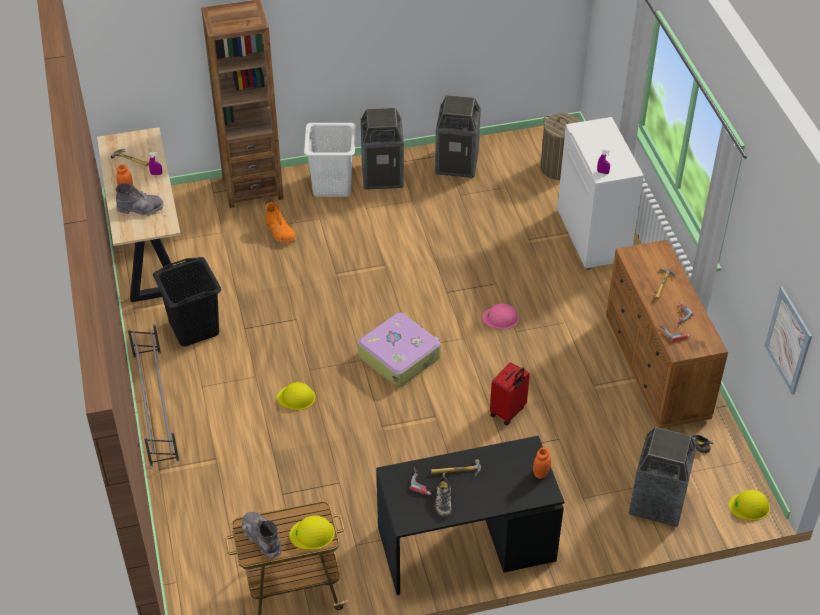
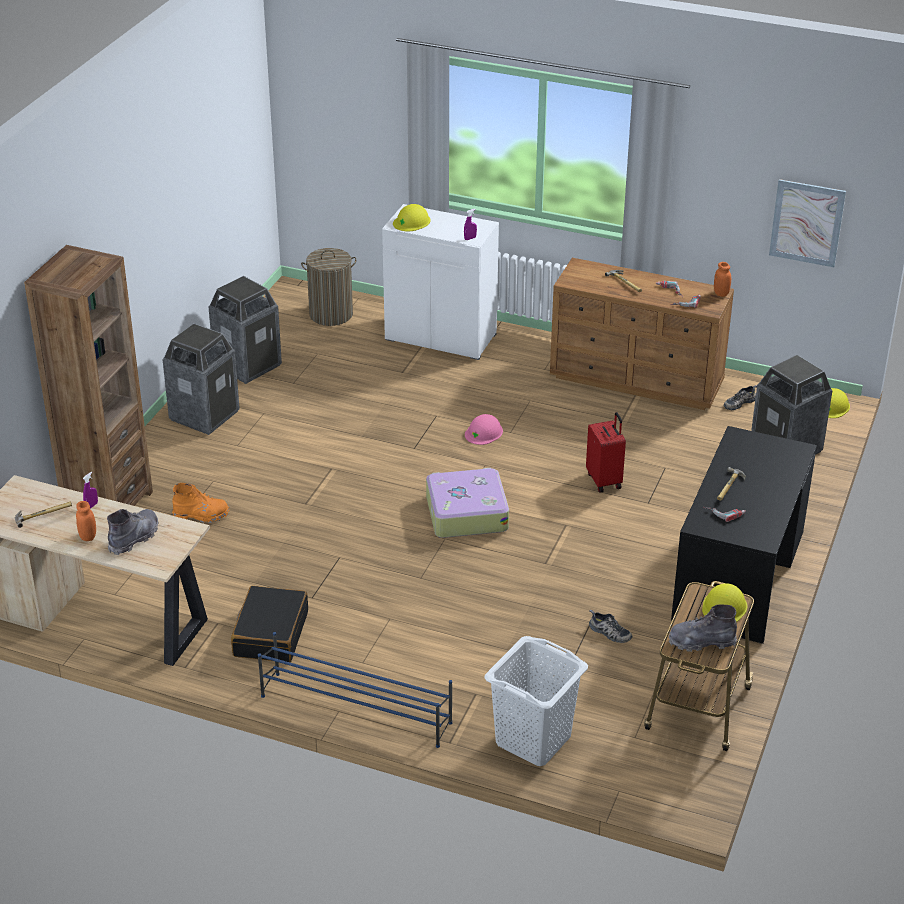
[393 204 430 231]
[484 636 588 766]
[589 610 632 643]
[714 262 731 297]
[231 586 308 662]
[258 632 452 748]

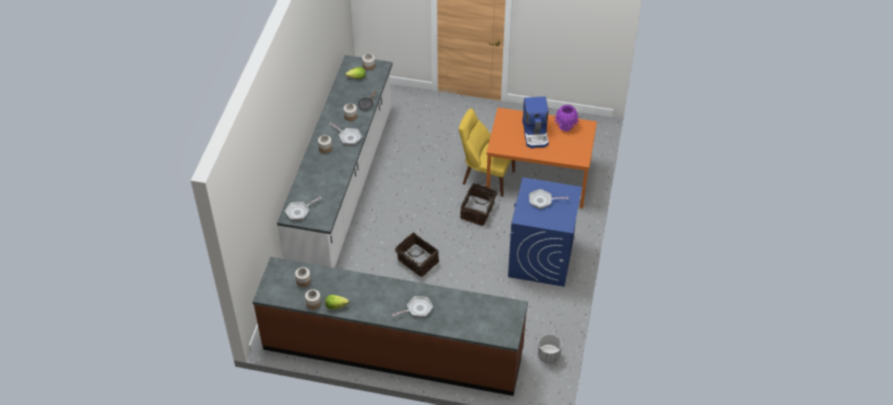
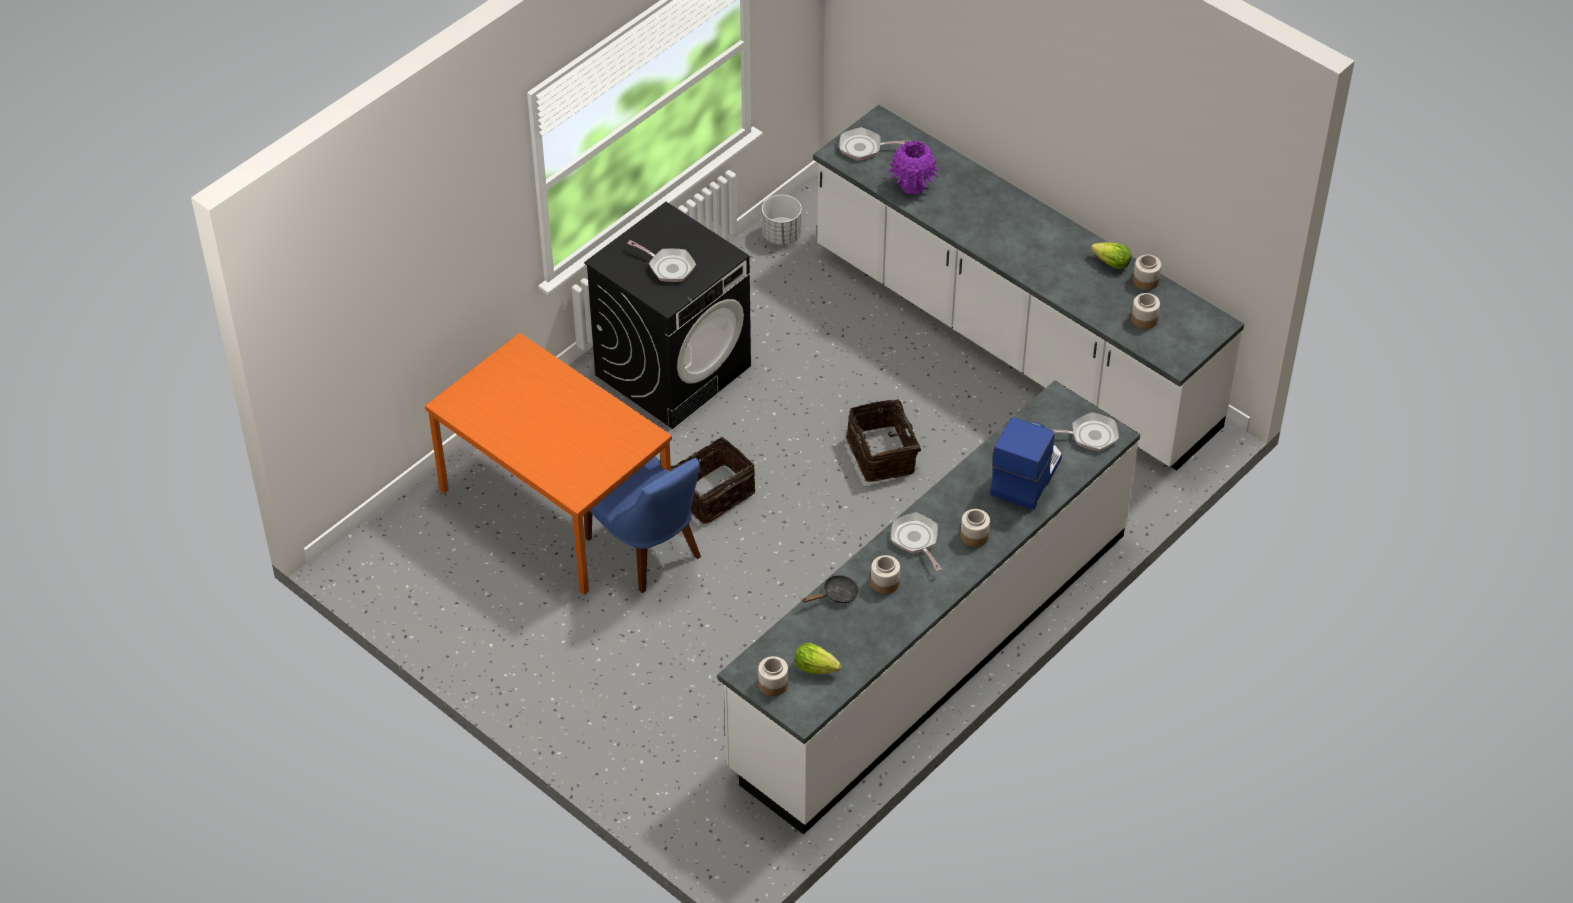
[839 127 911 161]
[990 417 1062 510]
[888 141 939 194]
[813 105 1244 471]
[584 456 701 593]
[584 202 751 429]

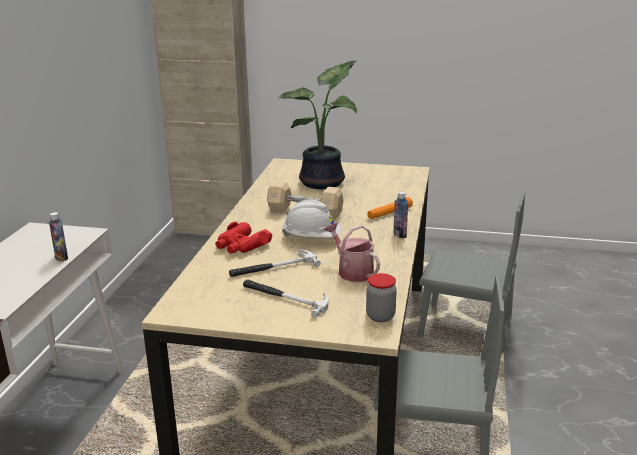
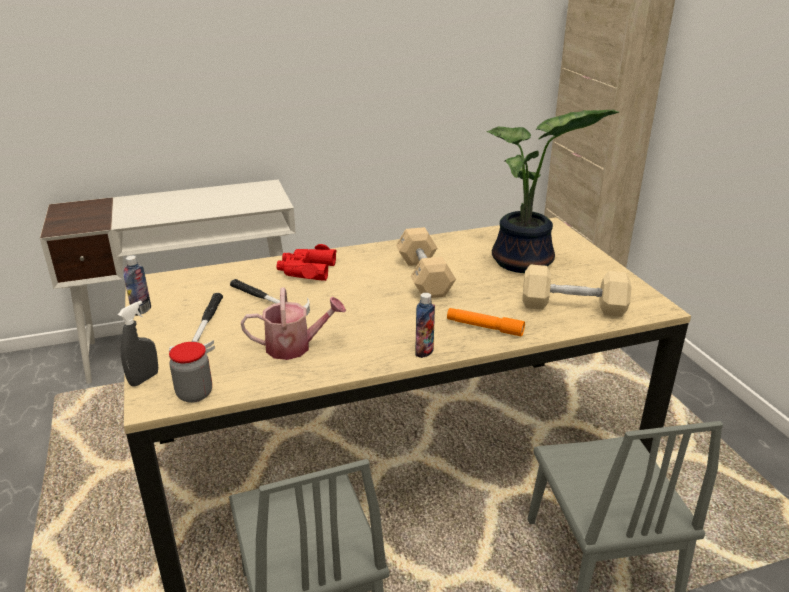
[282 200 342 238] (first image)
[118 301 158 387]
[522 264 632 317]
[123 256 151 316]
[241 287 346 360]

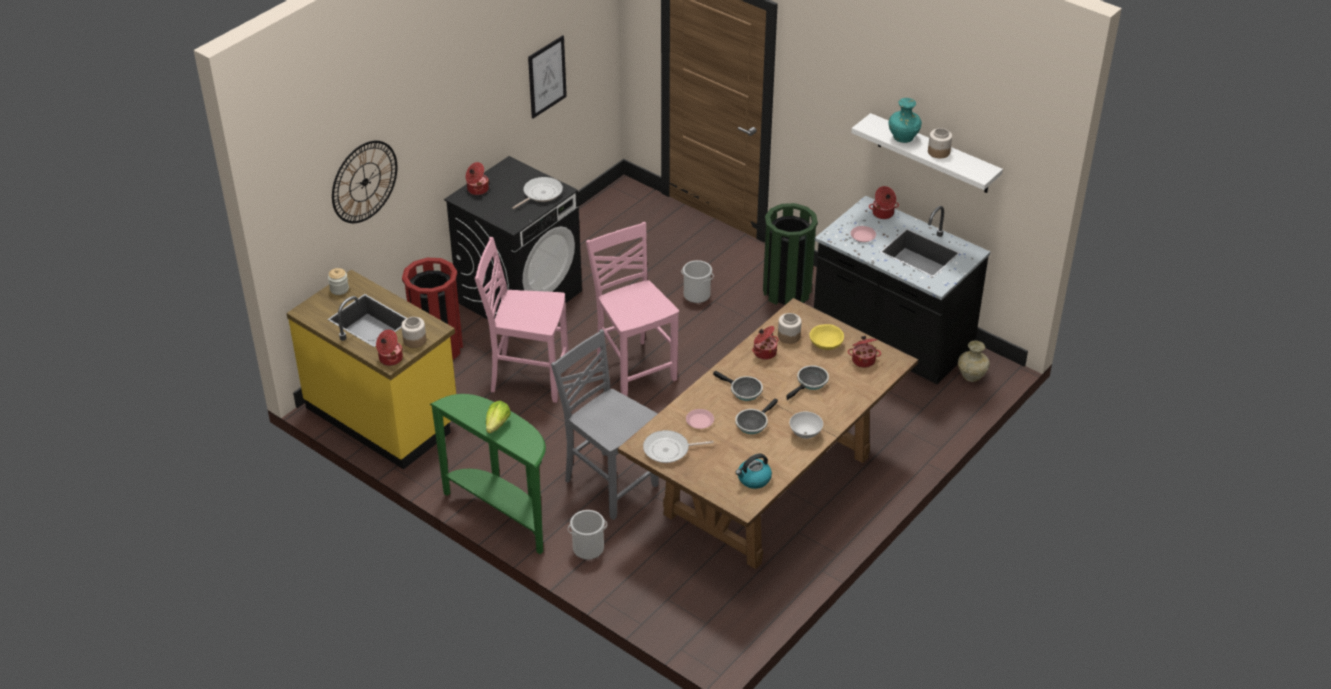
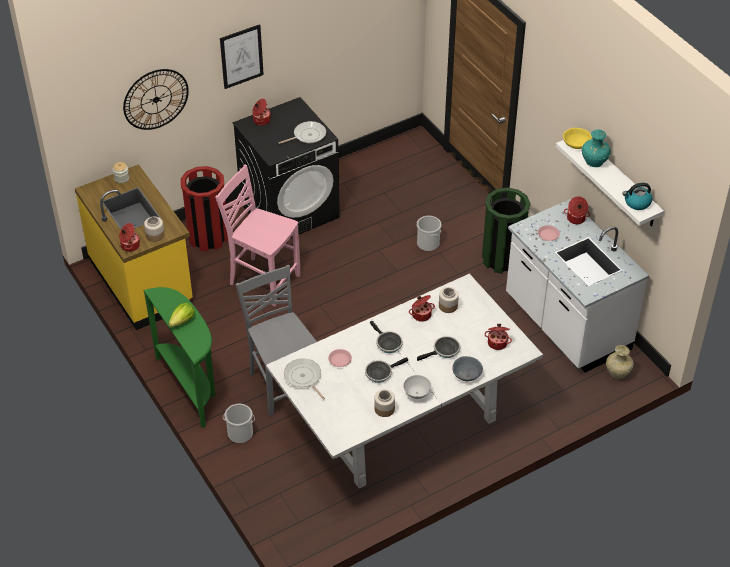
[586 222 679 396] (first image)
[452 356 483 381]
[220 24 264 89]
[623 183 652 210]
[563 128 592 149]
[374 389 395 417]
[266 273 543 488]
[506 199 649 373]
[284 358 325 400]

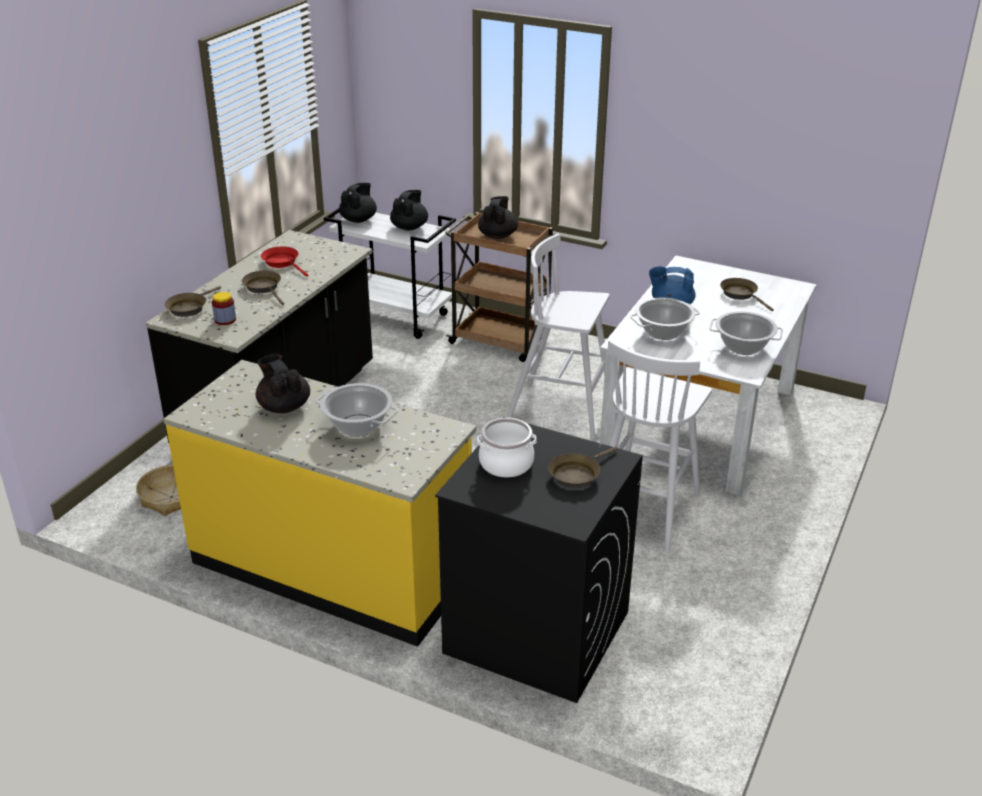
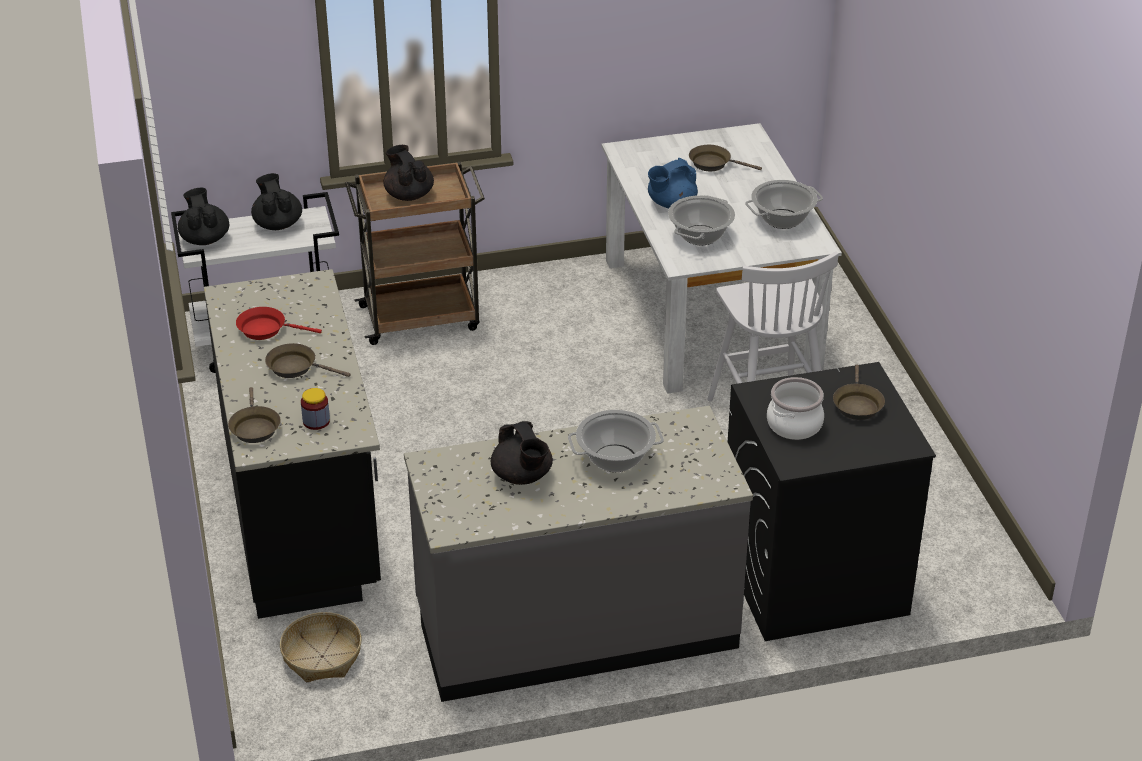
[507 234 610 440] (first image)
[404 406 753 702]
[491 421 553 485]

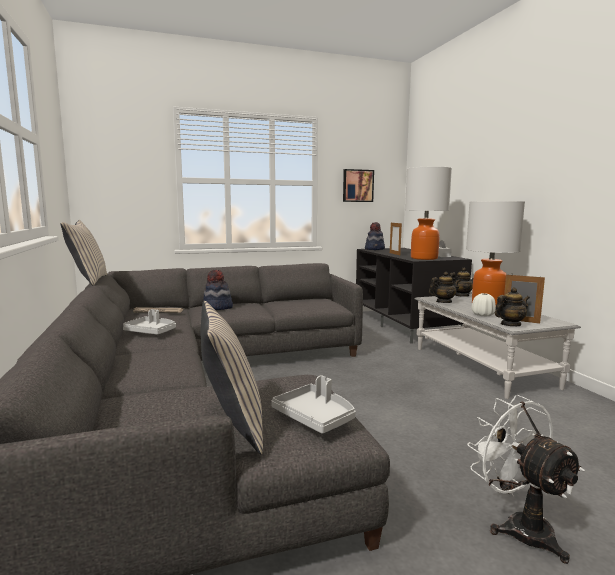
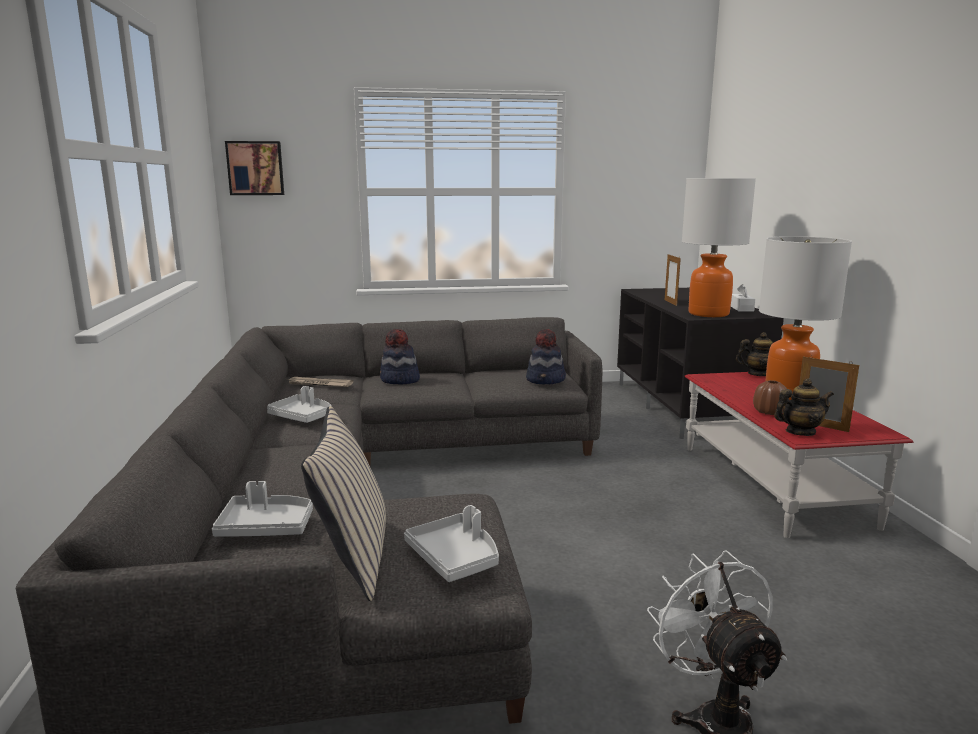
[61 220 107 285] (first image)
[429 272 461 303] (first image)
[212 481 313 537]
[225 141 284 195]
[526 329 566 384]
[684 372 913 538]
[753 380 789 415]

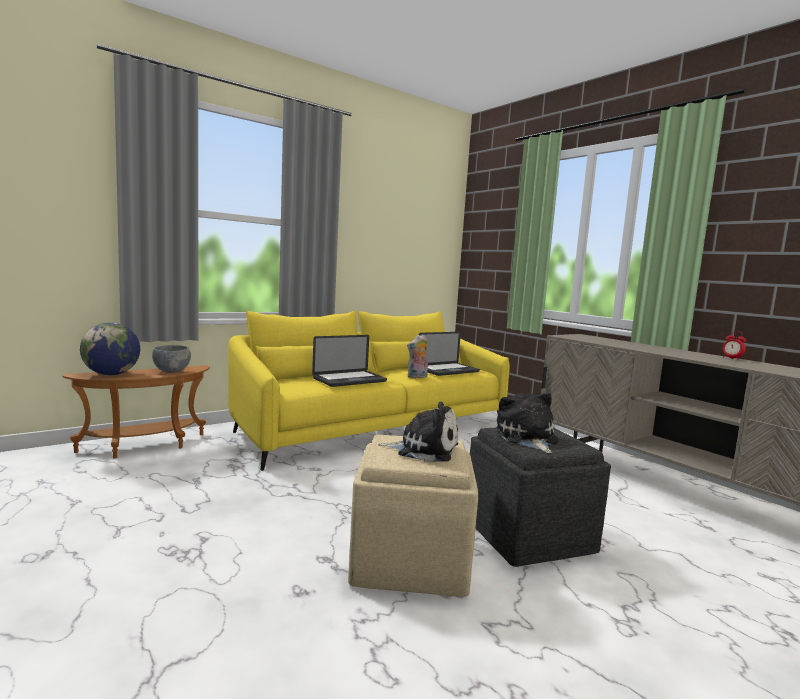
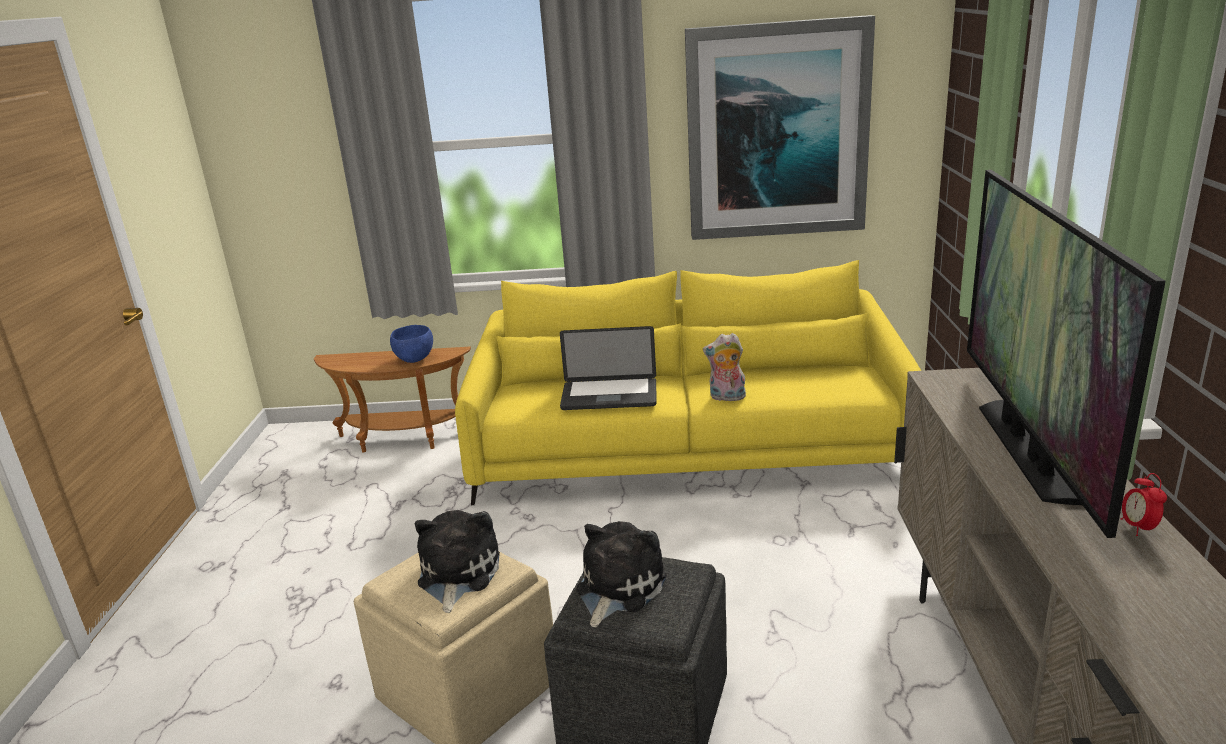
[80 323 140 375] (first image)
[419 332 480 376] (first image)
[685 15 875 240]
[967 170 1165 538]
[390 325 433 363]
[414 510 500 613]

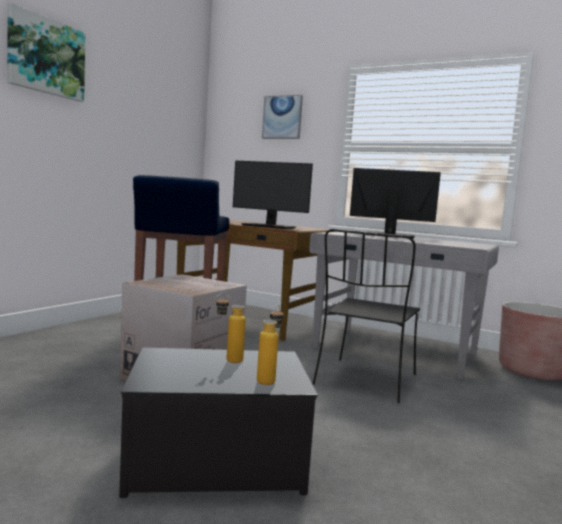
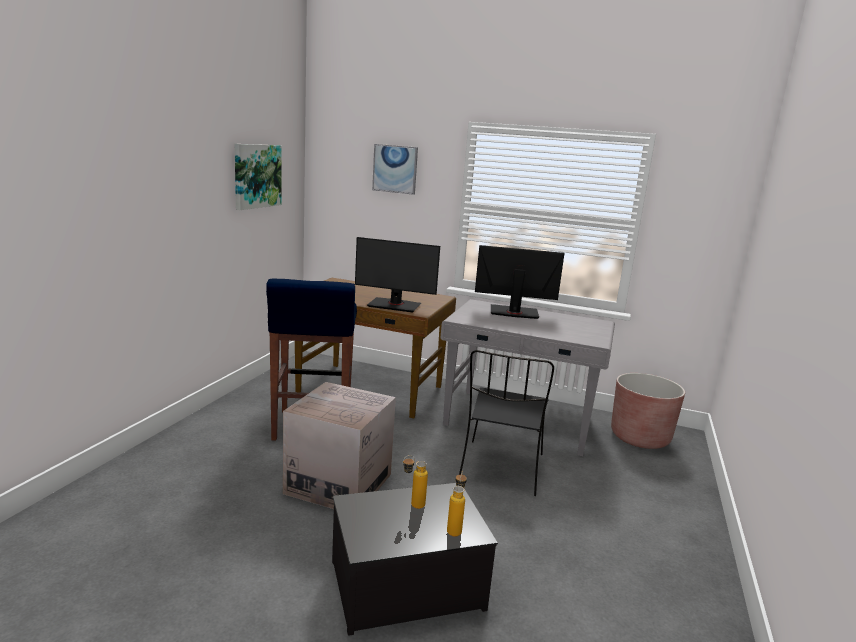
[235 144 282 210]

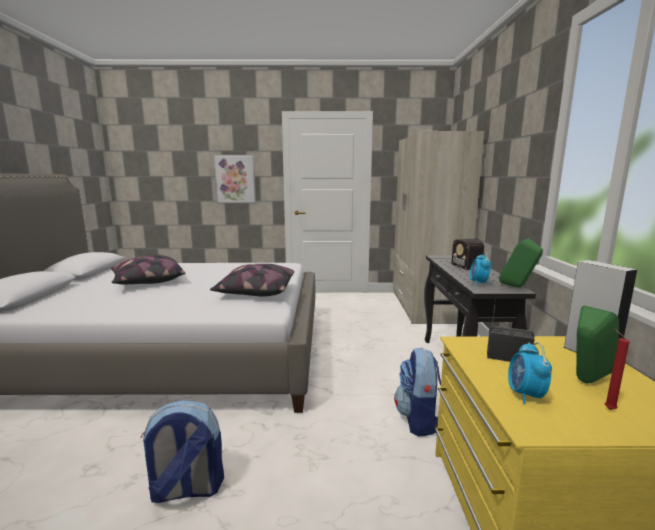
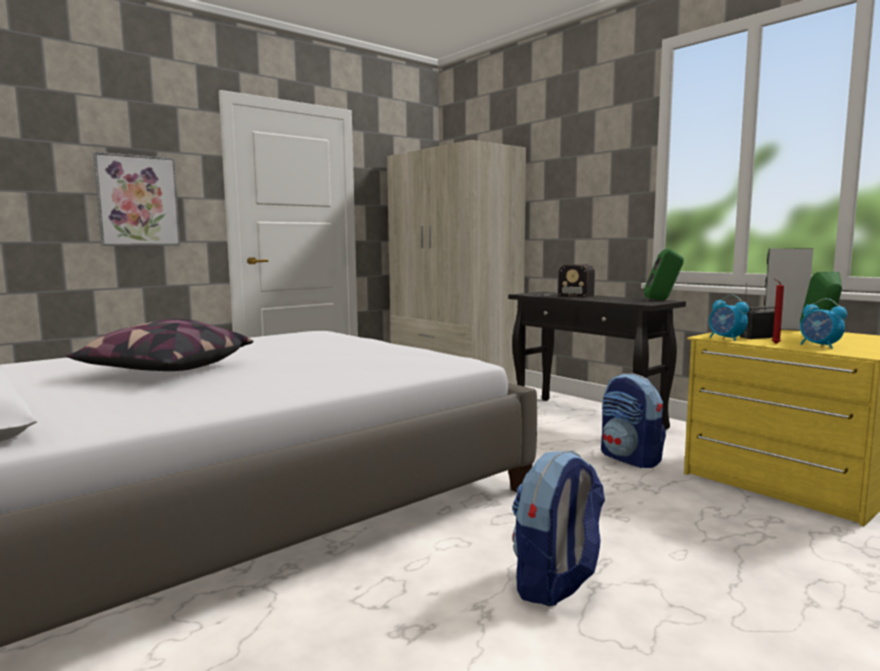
[210 264 294 297] (first image)
[709 295 749 341]
[772 279 784 344]

